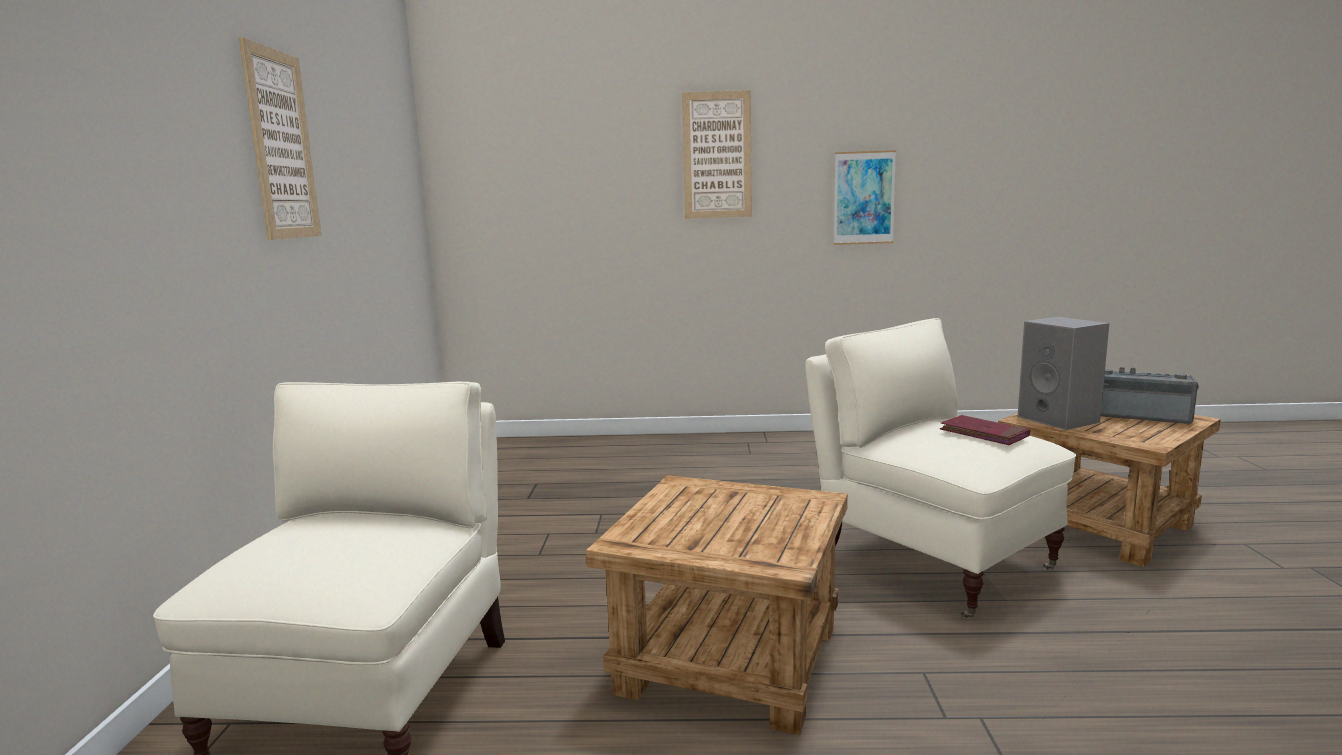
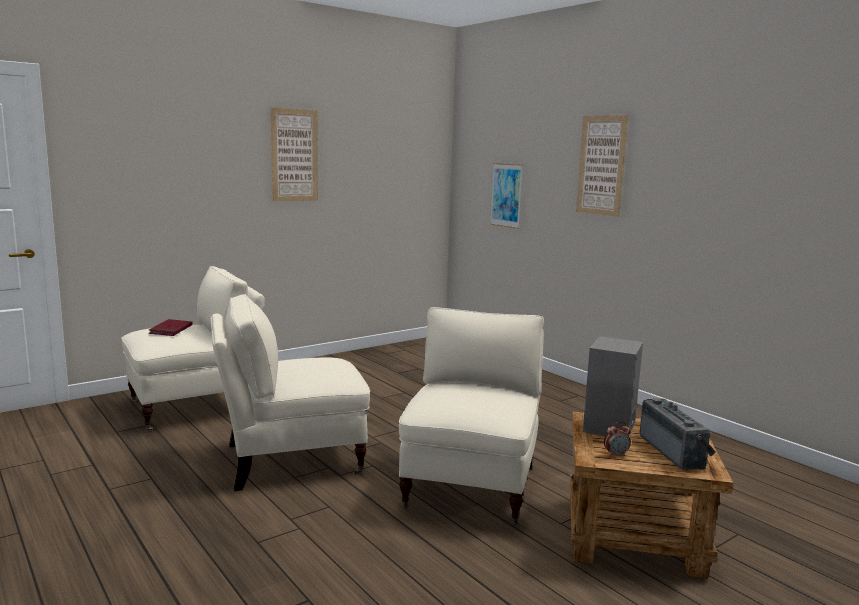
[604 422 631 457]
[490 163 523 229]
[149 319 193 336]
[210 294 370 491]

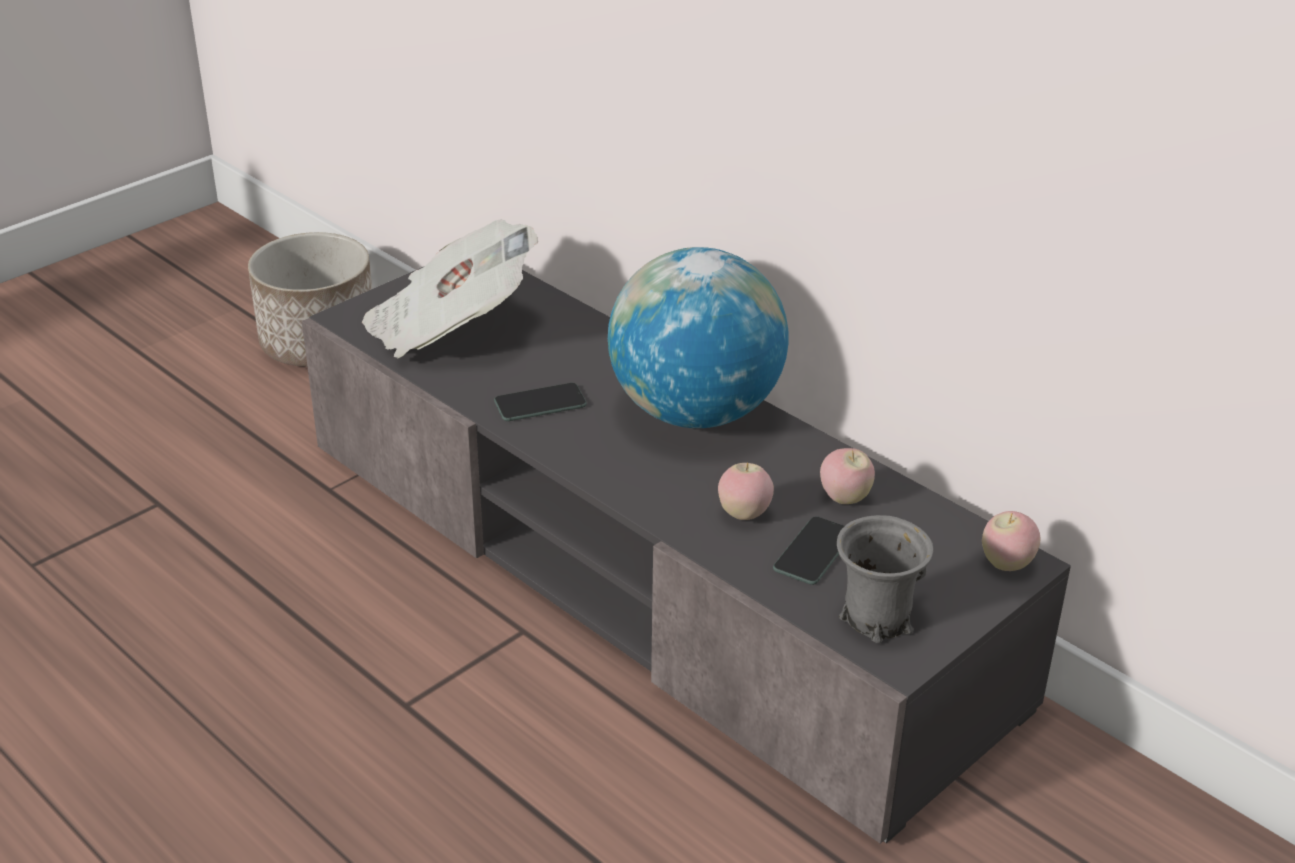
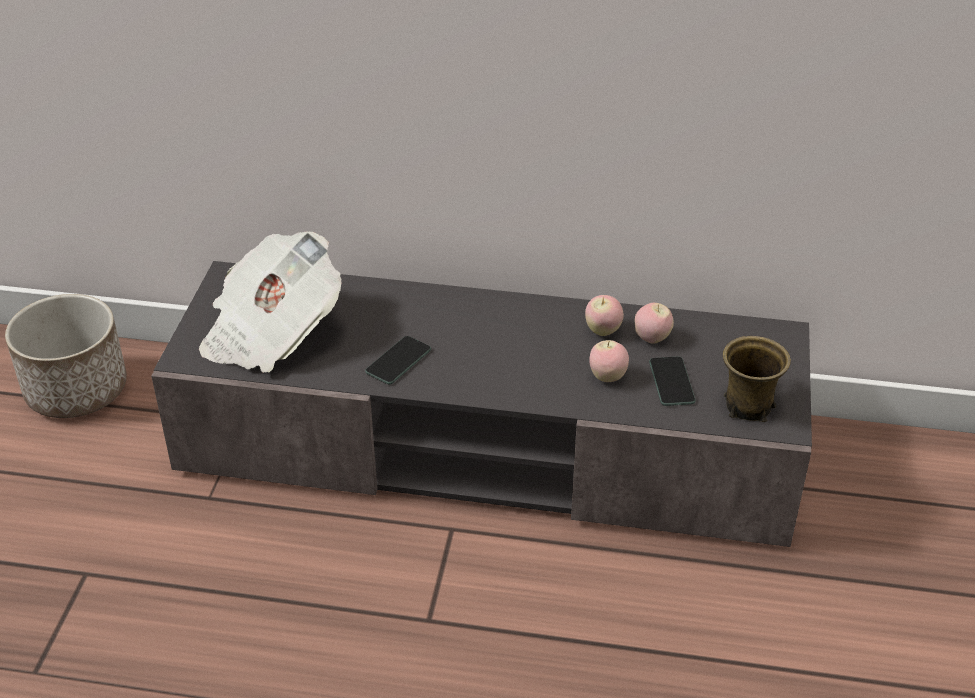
[608 247 789 428] (first image)
[585 295 624 336]
[723 336 791 422]

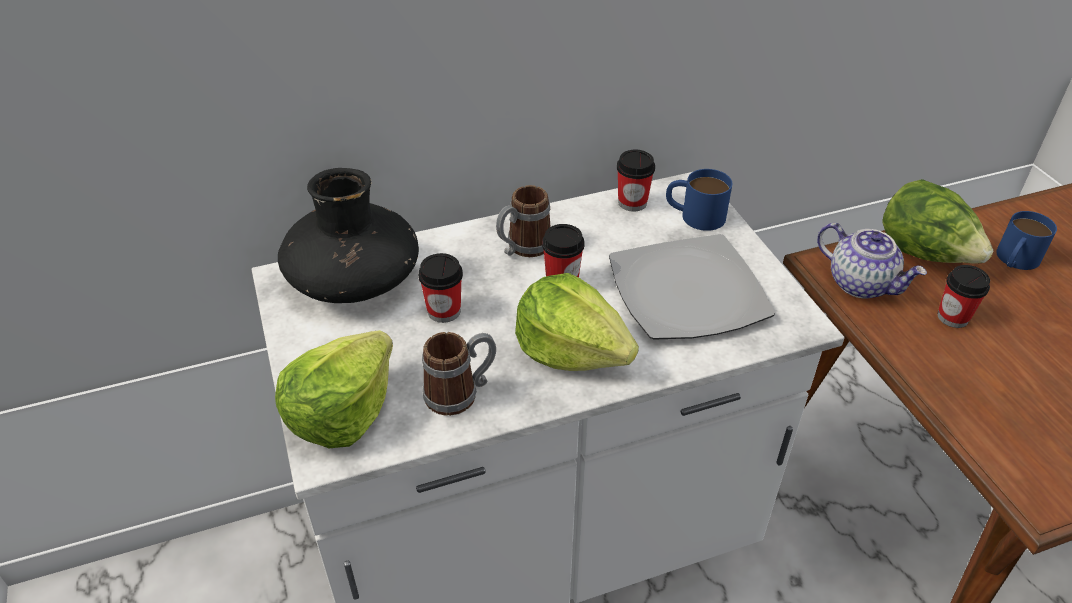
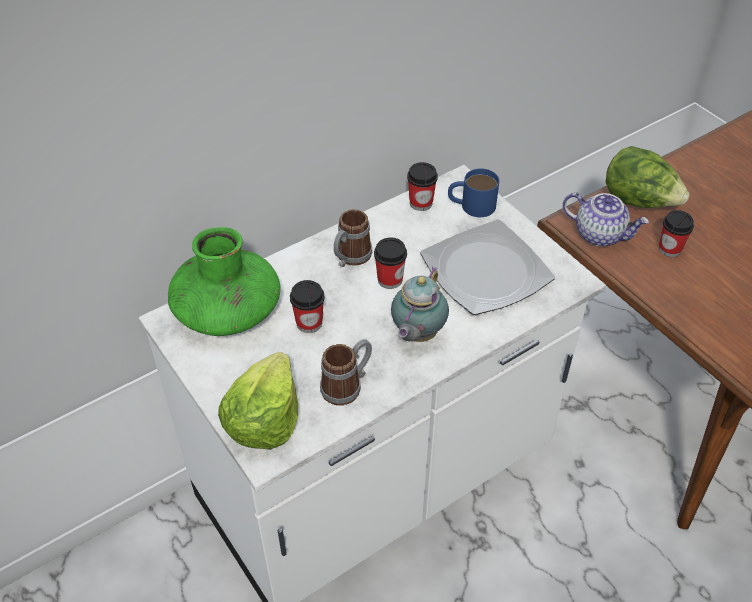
[996 211 1057 270] (first image)
[391 266 449 342]
[168 227 281 336]

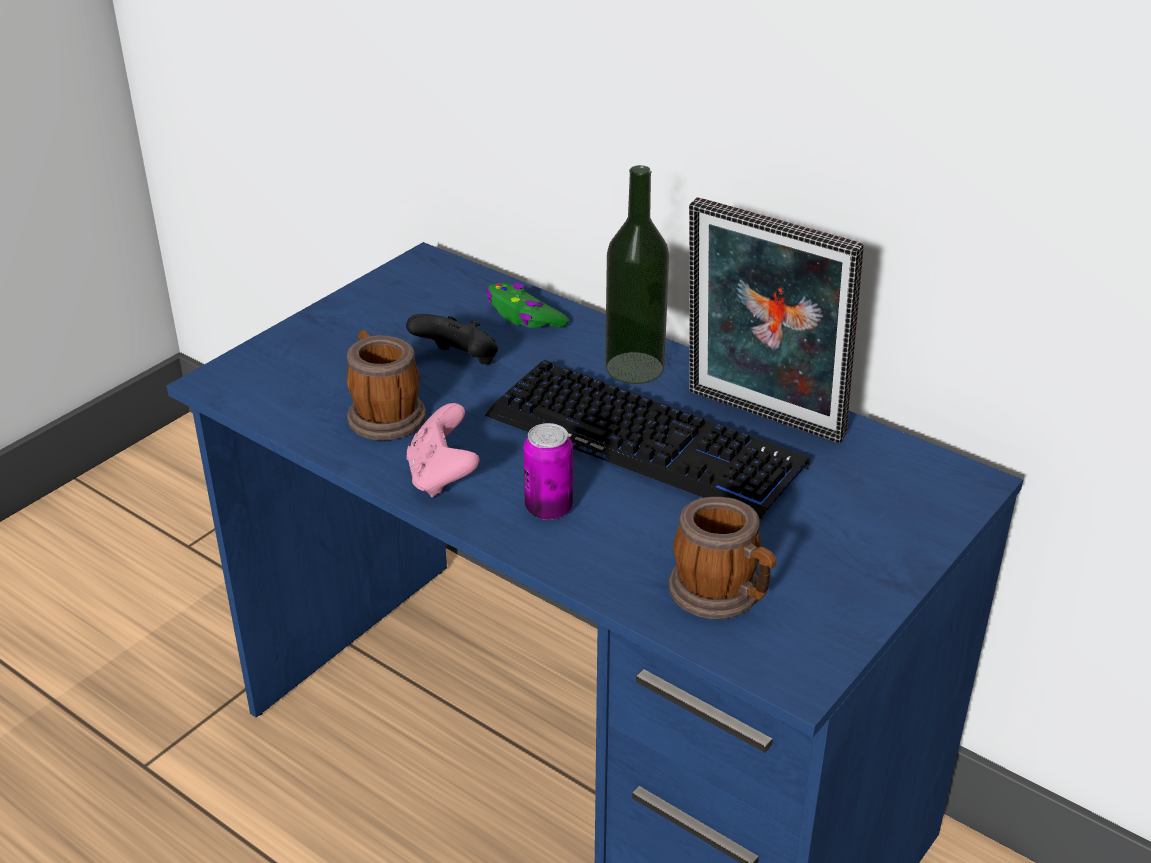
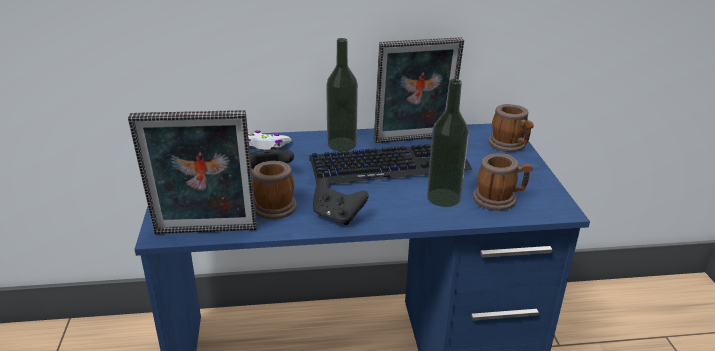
[523 423 573 520] (first image)
[128 110 257 234]
[427 79 469 207]
[488 104 534 152]
[313 178 368 225]
[248 130 291 149]

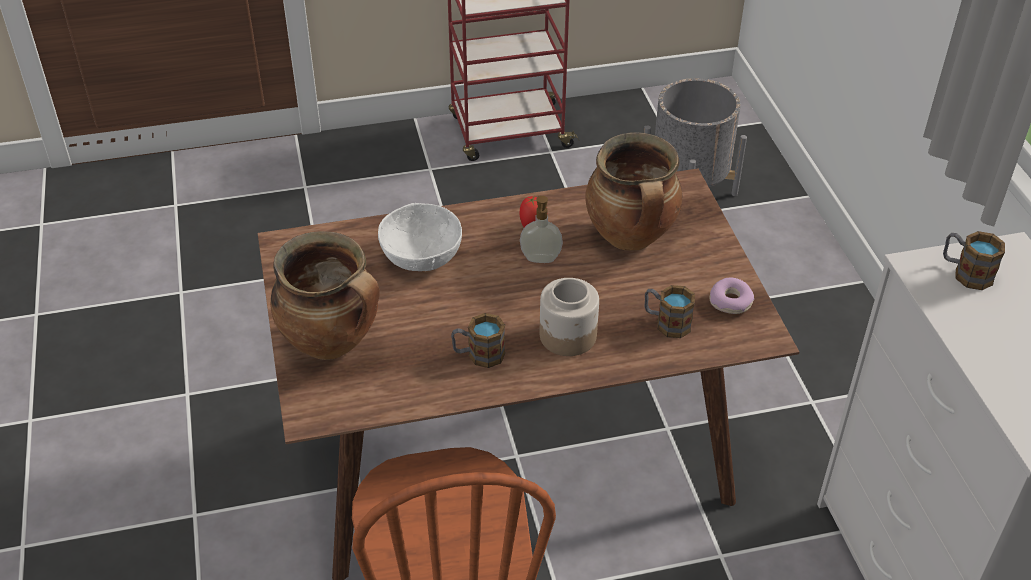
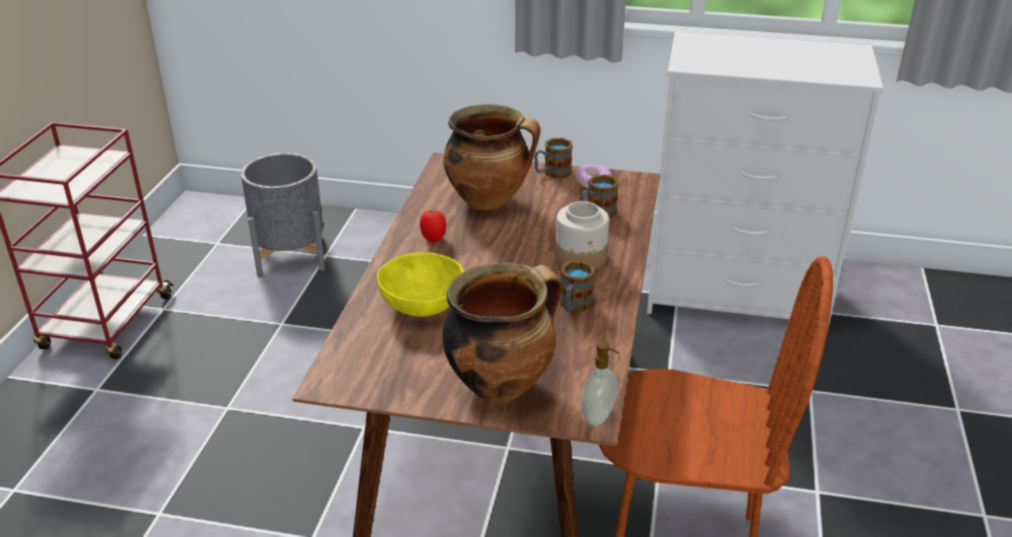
[582 340 620 426]
[534 138 573 178]
[377 252 464 317]

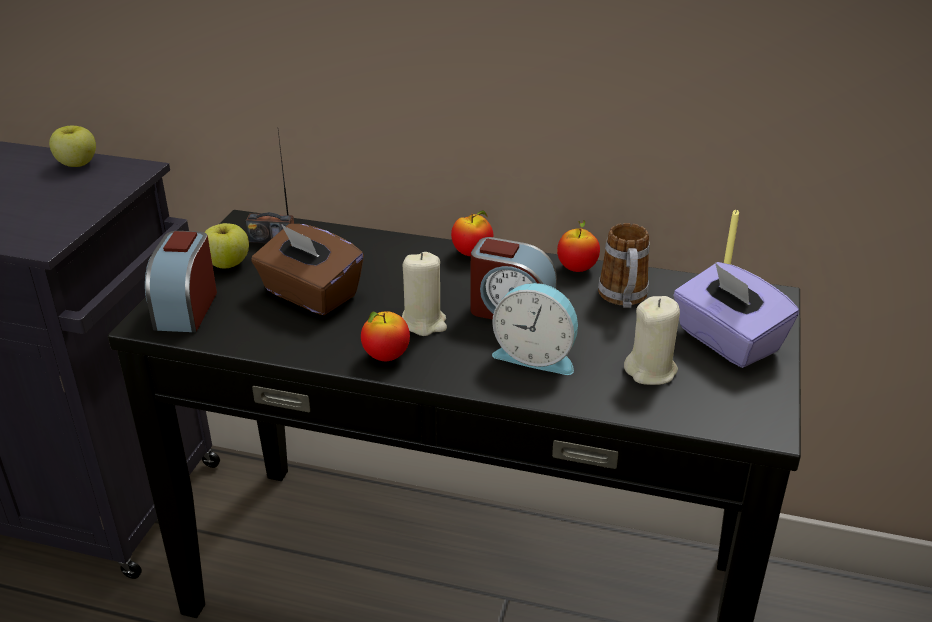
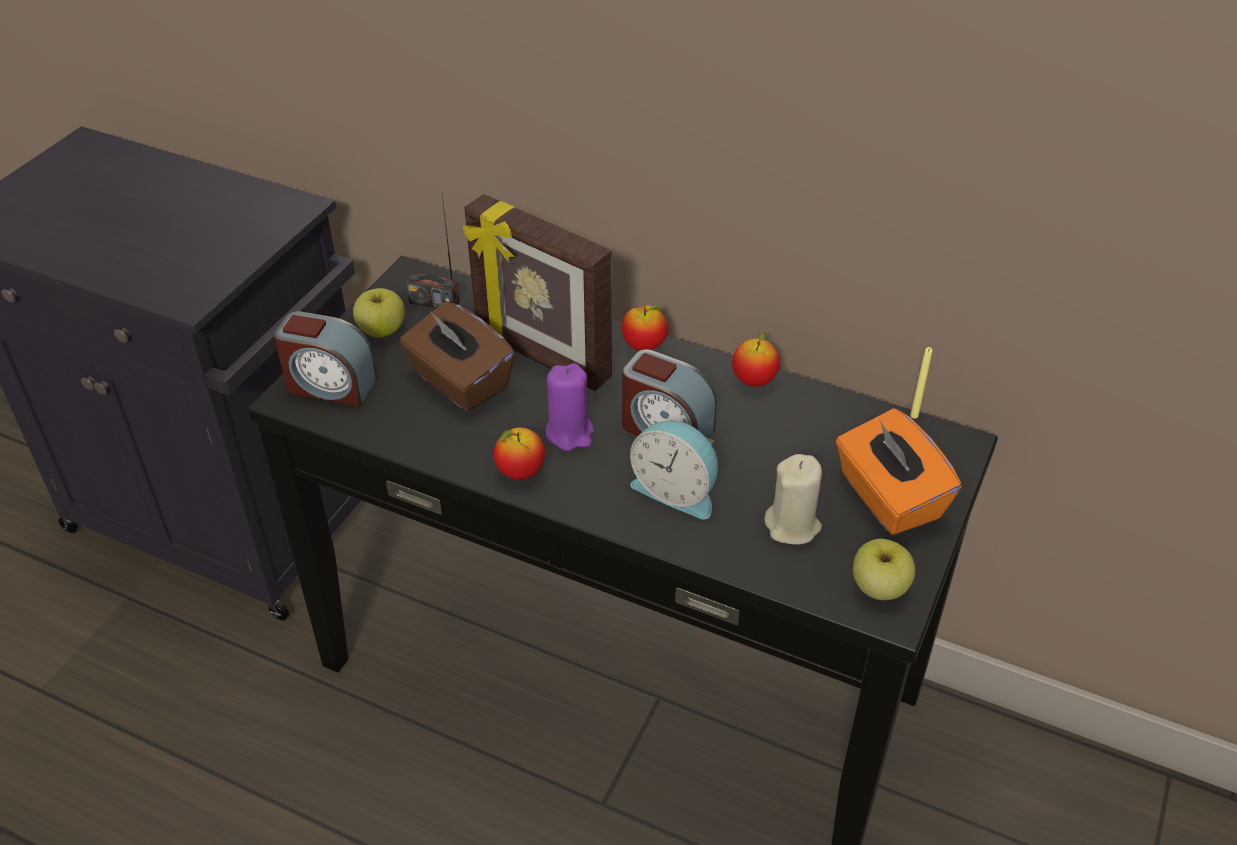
[598 223 649 308] (first image)
[463 194 612 391]
[853 539 915 600]
[545 363 594 451]
[836 408 962 535]
[274 311 377 407]

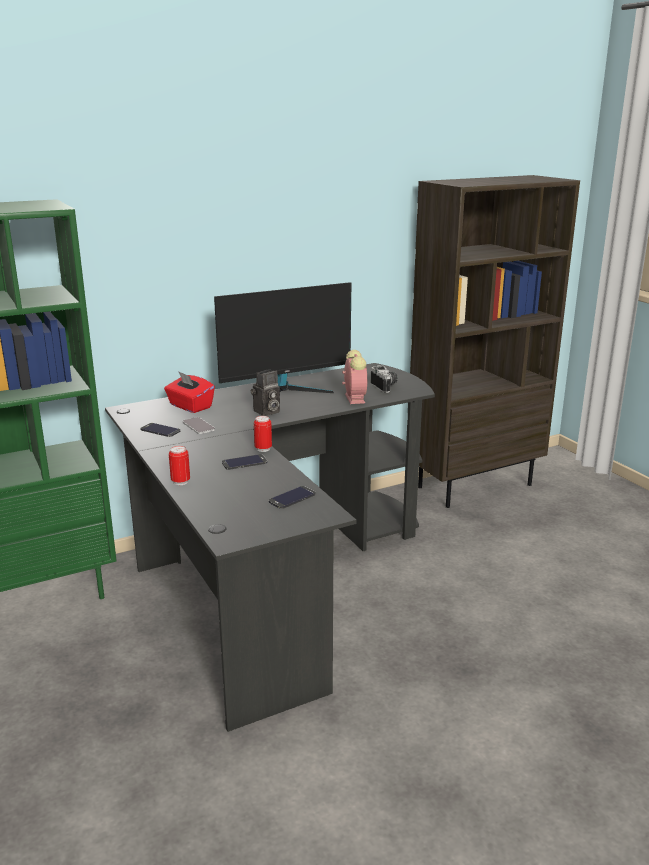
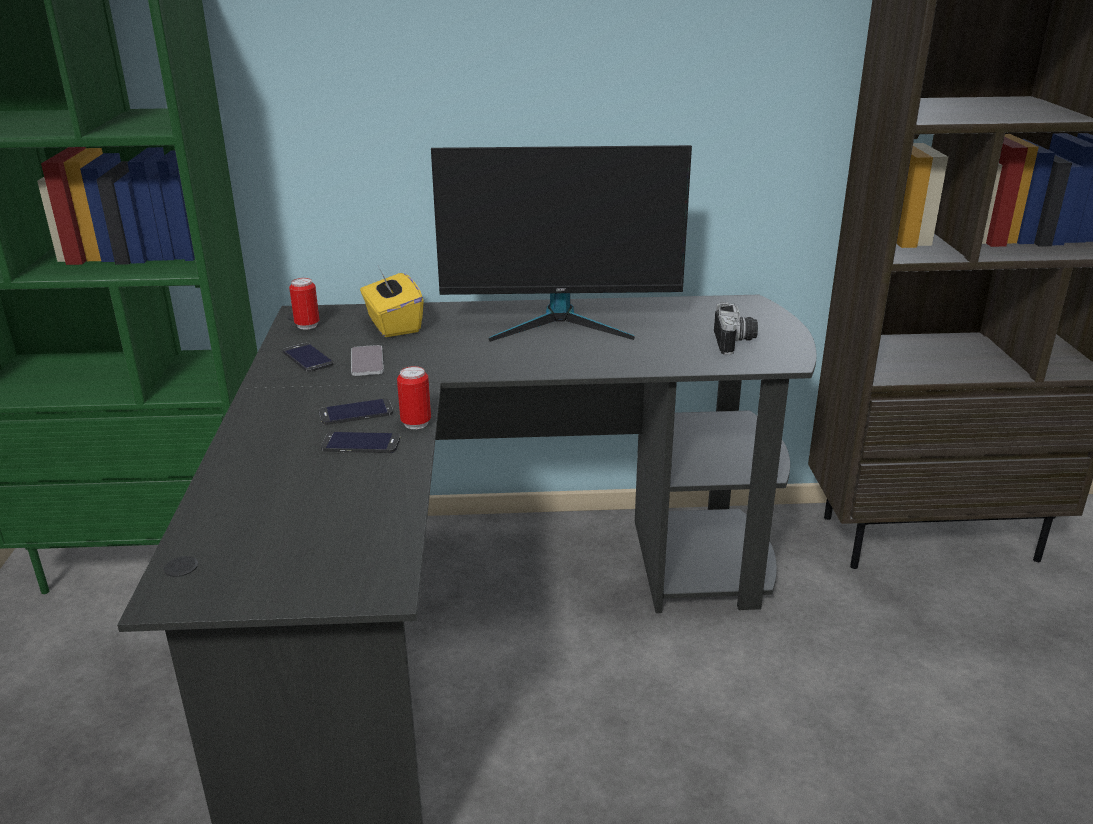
[251 369 280 416] (first image)
[342 350 367 404] (first image)
[289 278 319 330]
[319 398 393 425]
[360 266 424 337]

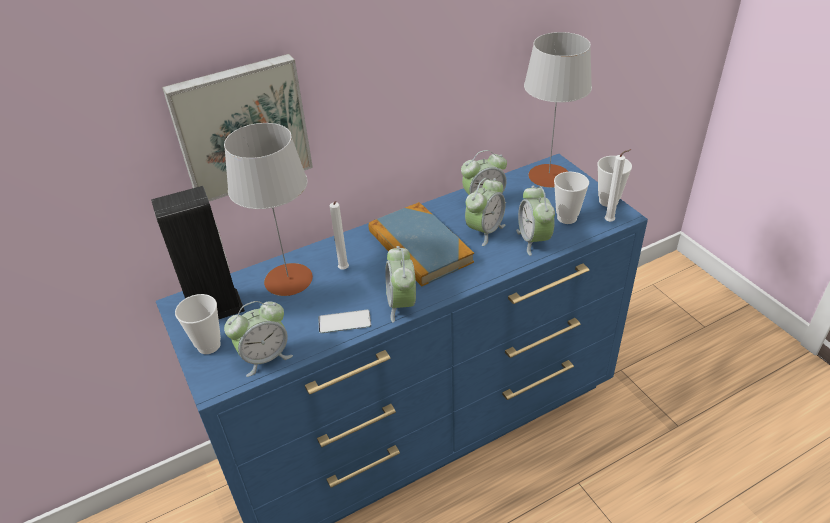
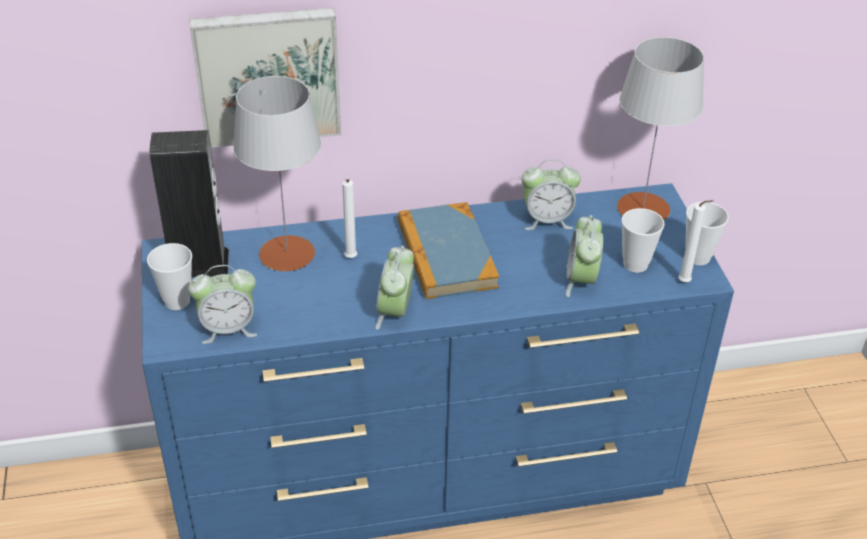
[318 309 371 333] (first image)
[465 178 506 246] (first image)

